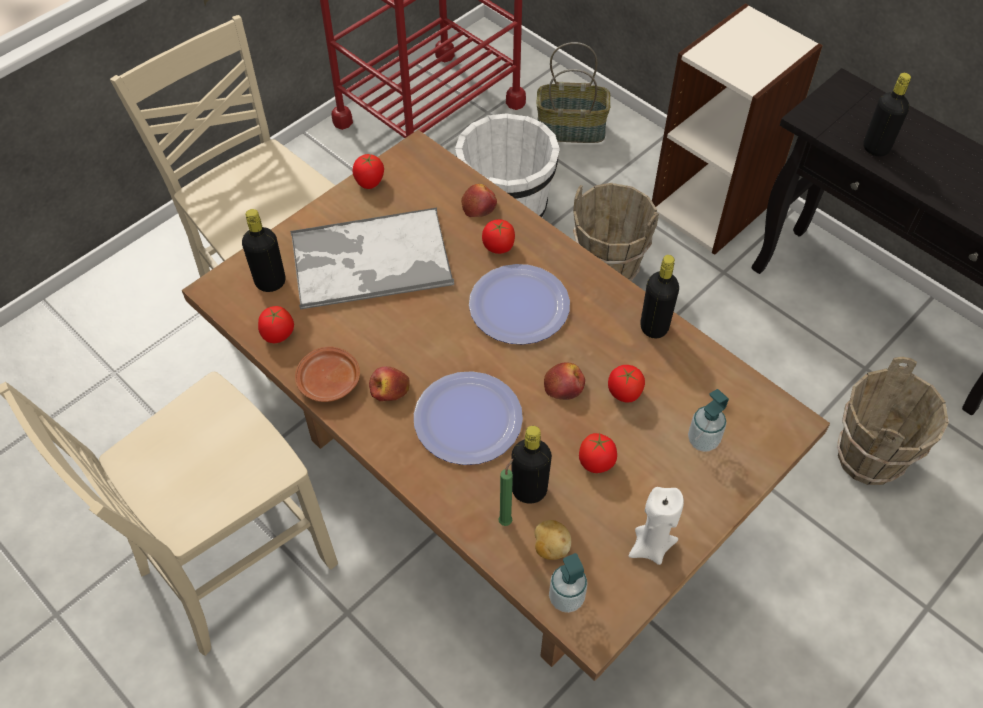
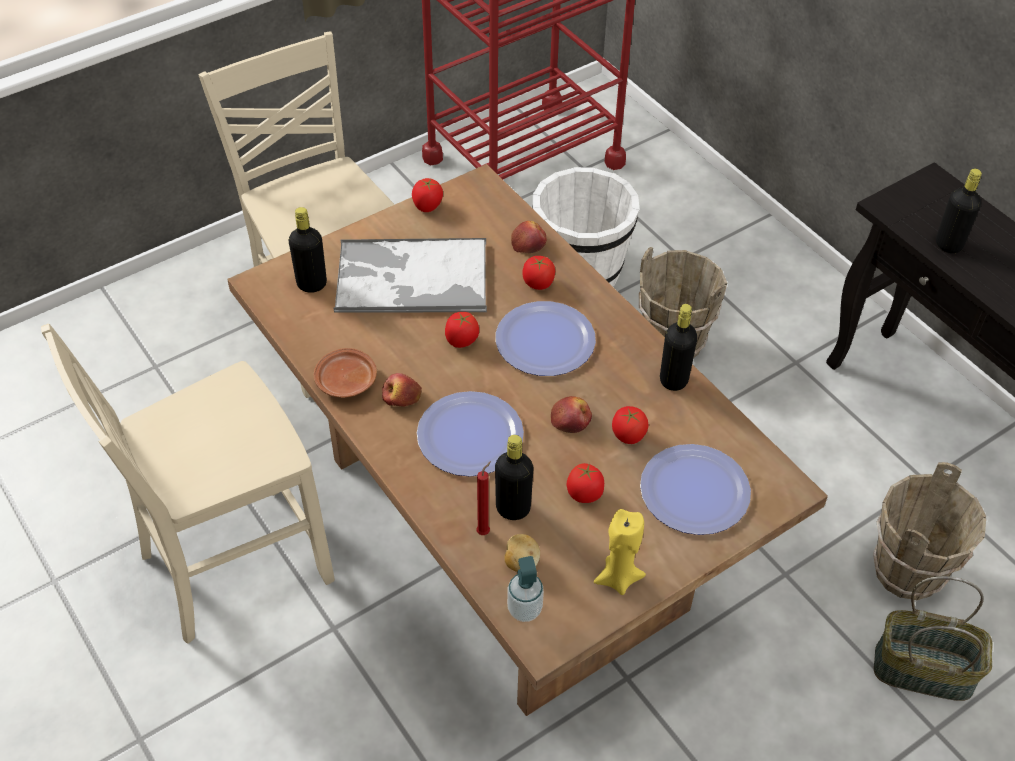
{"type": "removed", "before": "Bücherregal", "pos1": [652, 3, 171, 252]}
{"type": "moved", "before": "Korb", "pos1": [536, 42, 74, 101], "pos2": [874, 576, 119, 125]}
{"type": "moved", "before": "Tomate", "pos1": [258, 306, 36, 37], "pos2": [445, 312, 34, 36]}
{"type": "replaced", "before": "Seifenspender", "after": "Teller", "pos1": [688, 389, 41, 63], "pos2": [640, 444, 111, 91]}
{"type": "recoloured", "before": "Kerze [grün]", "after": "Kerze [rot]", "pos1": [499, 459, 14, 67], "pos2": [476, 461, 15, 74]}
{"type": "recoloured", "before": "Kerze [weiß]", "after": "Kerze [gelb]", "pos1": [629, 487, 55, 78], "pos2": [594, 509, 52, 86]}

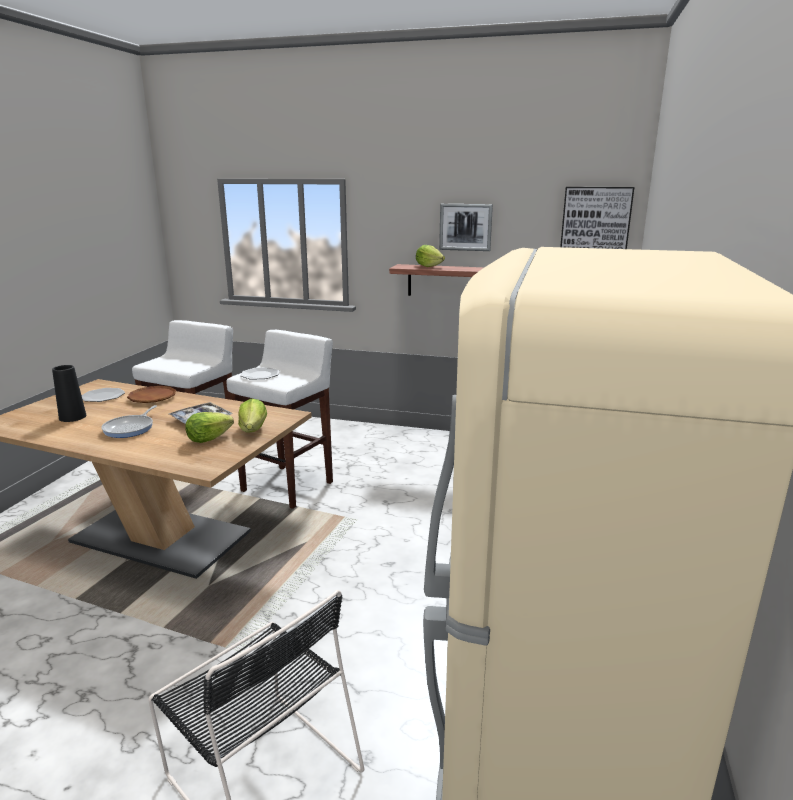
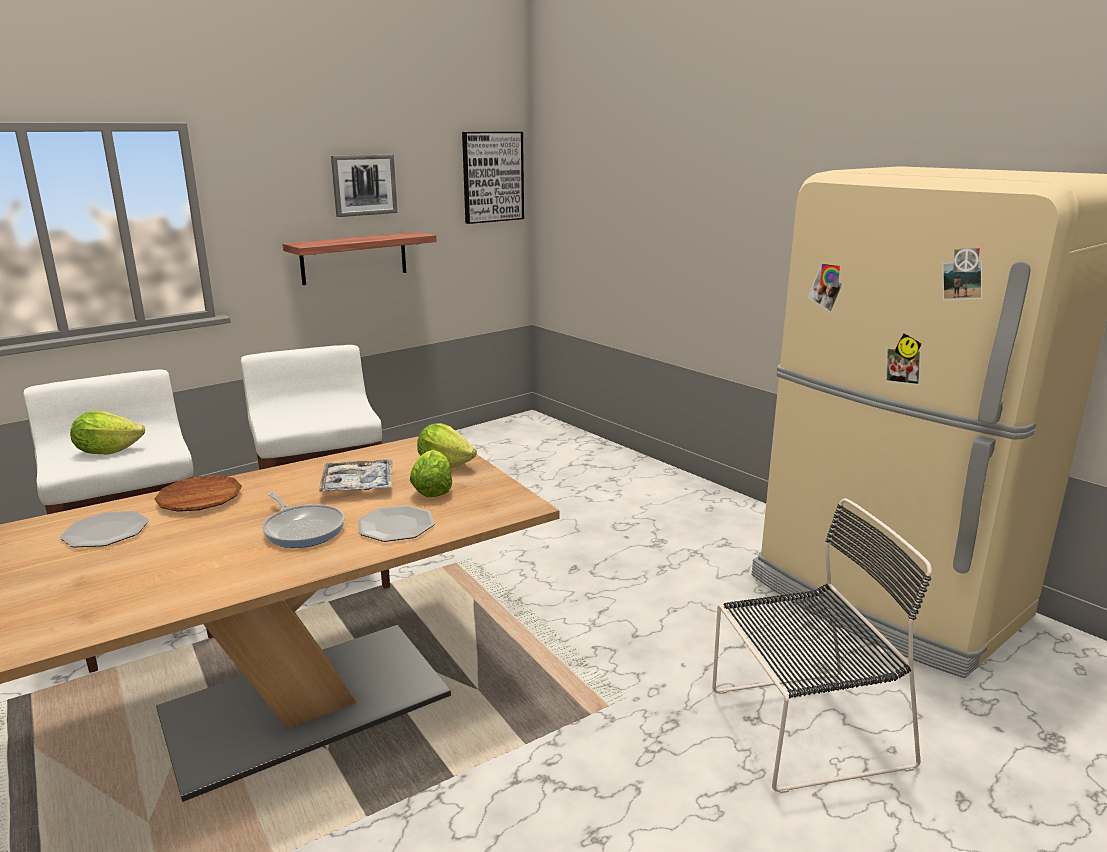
{"type": "moved", "before": "Salatkopf", "pos1": [416, 245, 29, 22], "pos2": [70, 411, 75, 44]}
{"type": "removed", "before": "Vase [schwarz]", "pos1": [52, 365, 34, 57]}
{"type": "moved", "before": "Teller", "pos1": [241, 367, 39, 13], "pos2": [358, 505, 77, 37]}

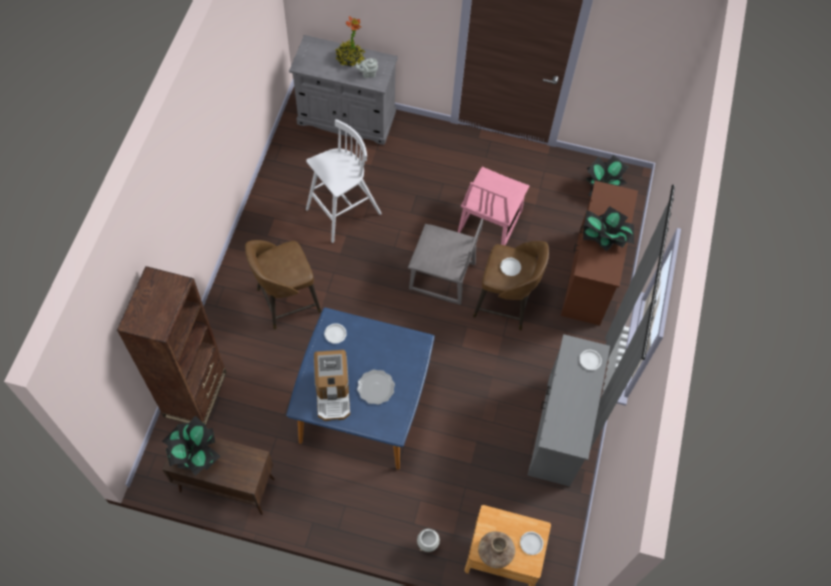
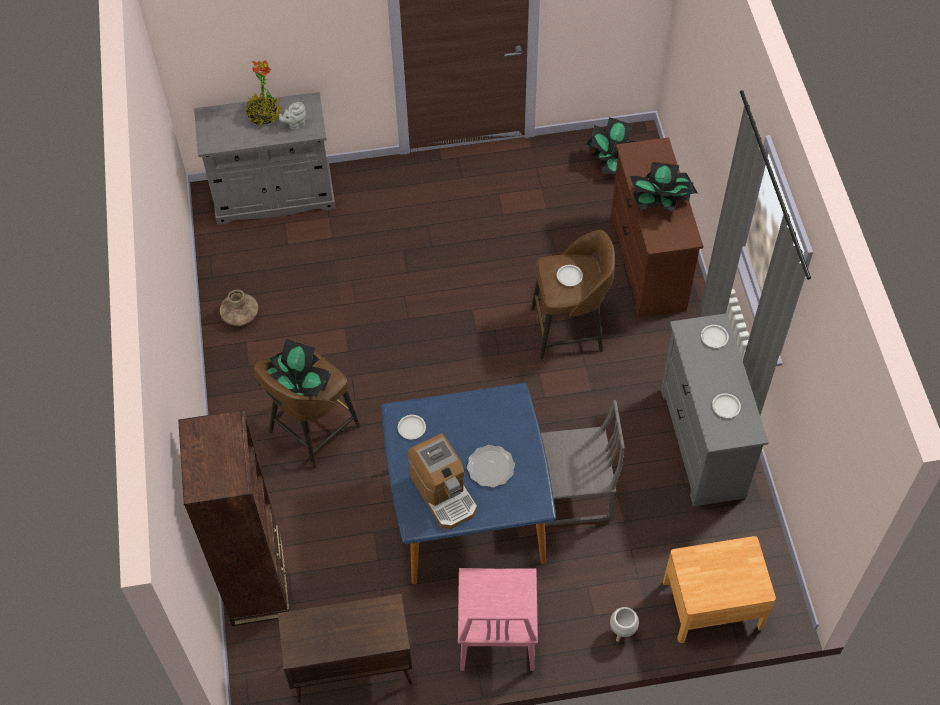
{"type": "removed", "before": "Hocker [weiß]", "pos1": [306, 119, 76, 124]}
{"type": "moved", "before": "Stuhl [rosa]", "pos1": [458, 167, 71, 78], "pos2": [458, 568, 80, 103]}
{"type": "moved", "before": "Stuhl [grau]", "pos1": [408, 219, 75, 86], "pos2": [541, 400, 84, 126]}
{"type": "moved", "before": "Topfpflanze", "pos1": [162, 416, 59, 60], "pos2": [258, 339, 73, 67]}
{"type": "moved", "before": "Vase [braun]", "pos1": [478, 532, 37, 36], "pos2": [220, 290, 38, 36]}
{"type": "moved", "before": "Teller [weiß]", "pos1": [520, 532, 23, 23], "pos2": [712, 393, 29, 25]}

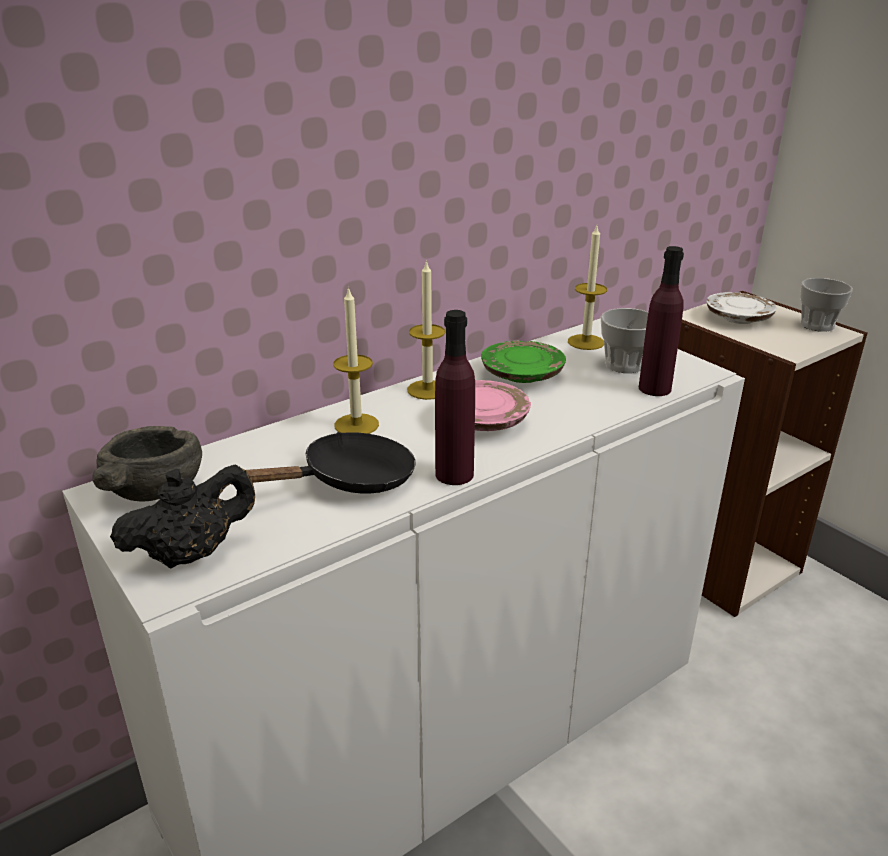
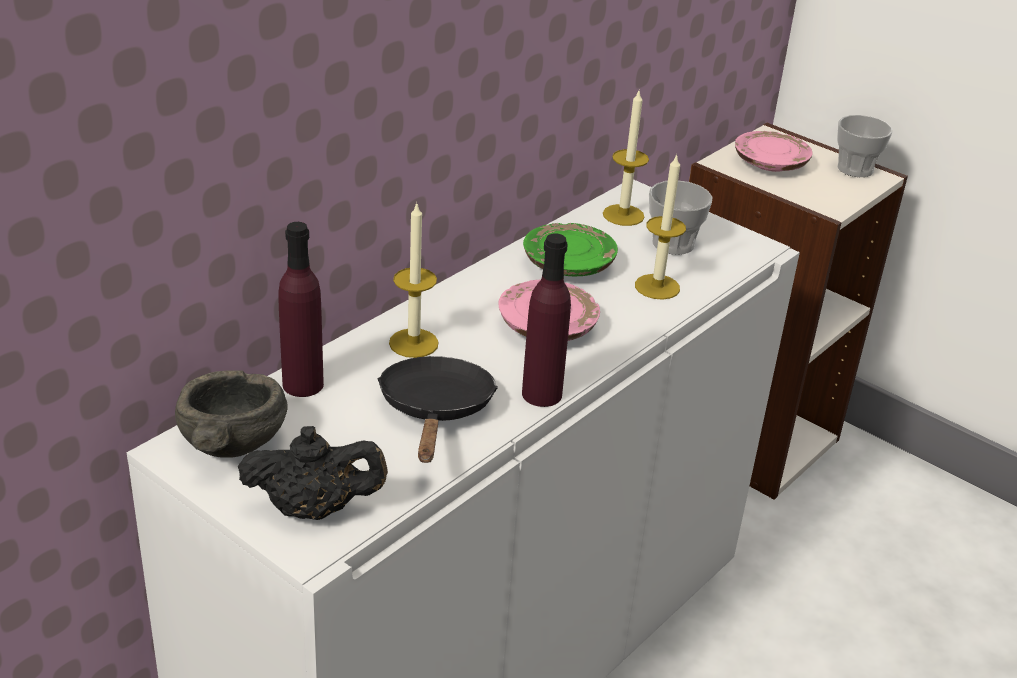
{"type": "moved", "before": "Flasche [lila]", "pos1": [639, 246, 45, 150], "pos2": [278, 222, 46, 175]}
{"type": "moved", "before": "Kerze", "pos1": [407, 260, 38, 140], "pos2": [635, 154, 51, 146]}
{"type": "recoloured", "before": "Teller [weiß]", "after": "Teller [rosa]", "pos1": [706, 292, 71, 32], "pos2": [735, 131, 78, 41]}
{"type": "turned", "before": "Pfanne [schwarz]", "pos1": [231, 432, 185, 61], "pos2": [377, 356, 121, 107], "turn": -45}
{"type": "turned", "before": "Teekanne [schwarz]", "pos1": [110, 465, 145, 104], "pos2": [238, 426, 150, 94], "turn": 45}

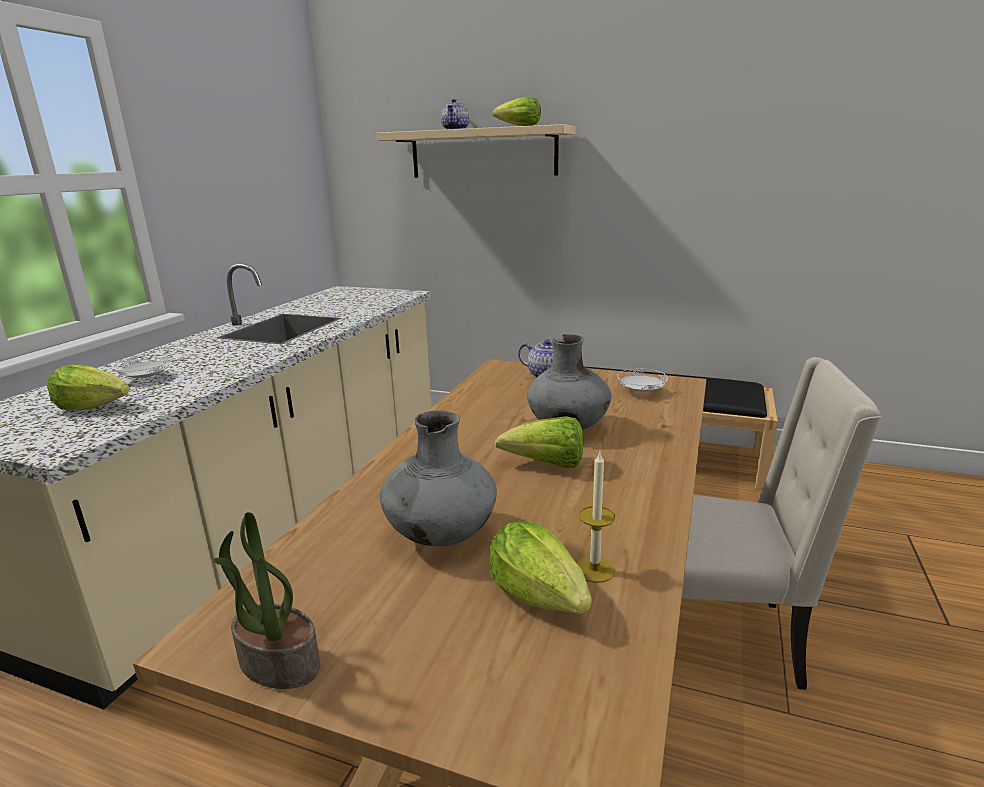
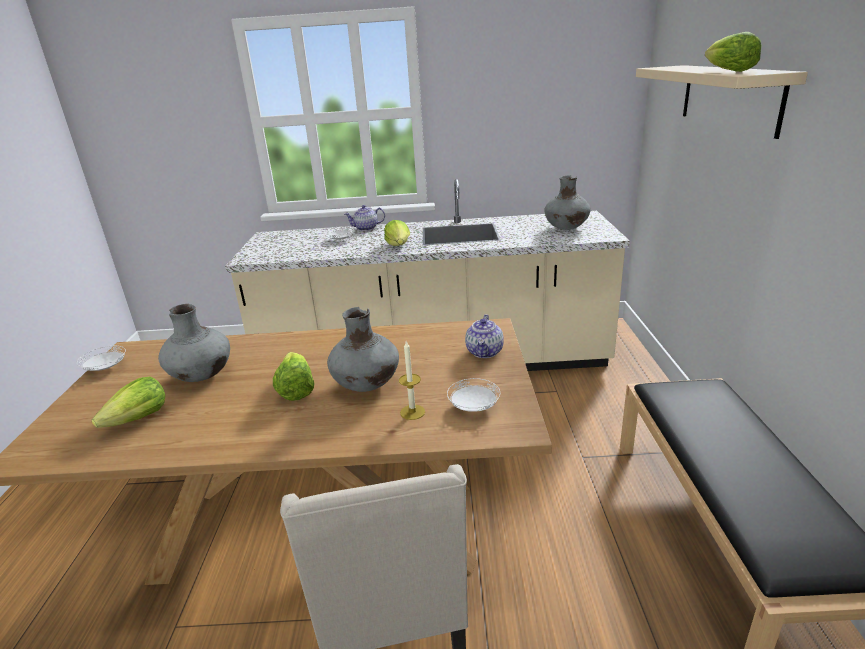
{"type": "moved", "before": "Teekanne", "pos1": [441, 99, 28, 30], "pos2": [345, 205, 40, 26]}
{"type": "moved", "before": "Salatkopf", "pos1": [47, 364, 83, 46], "pos2": [384, 220, 26, 26]}
{"type": "moved", "before": "Kerze", "pos1": [576, 452, 39, 131], "pos2": [399, 341, 26, 79]}
{"type": "replaced", "before": "Topfpflanze", "after": "Teller [weiß]", "pos1": [213, 512, 108, 177], "pos2": [77, 346, 49, 25]}
{"type": "added", "after": "Vase [grau]", "pos2": [544, 175, 47, 55]}

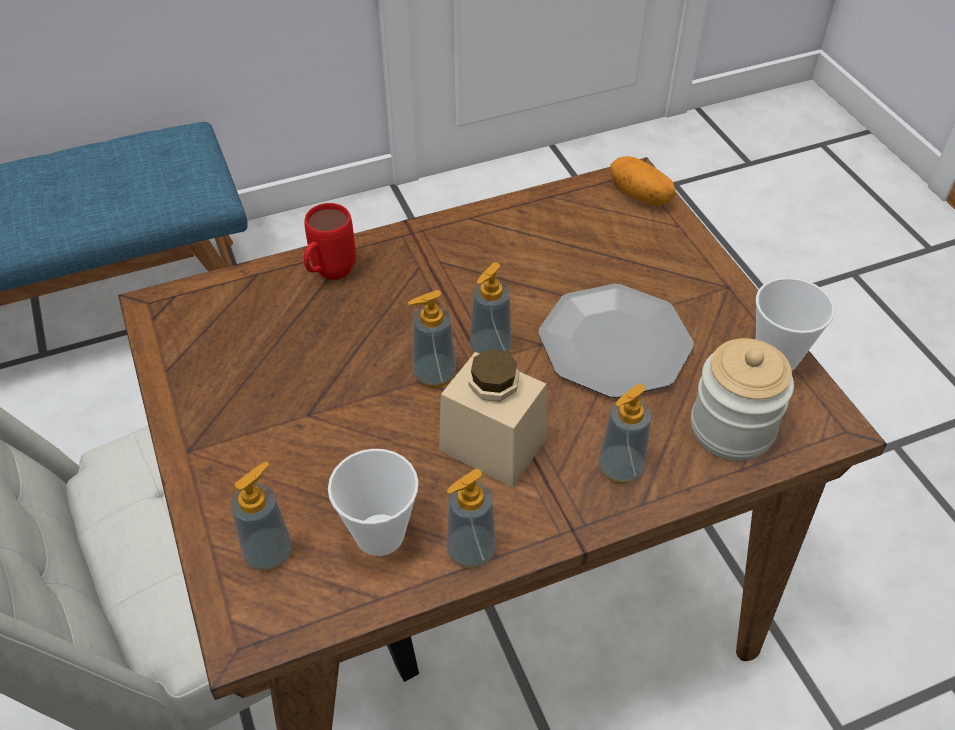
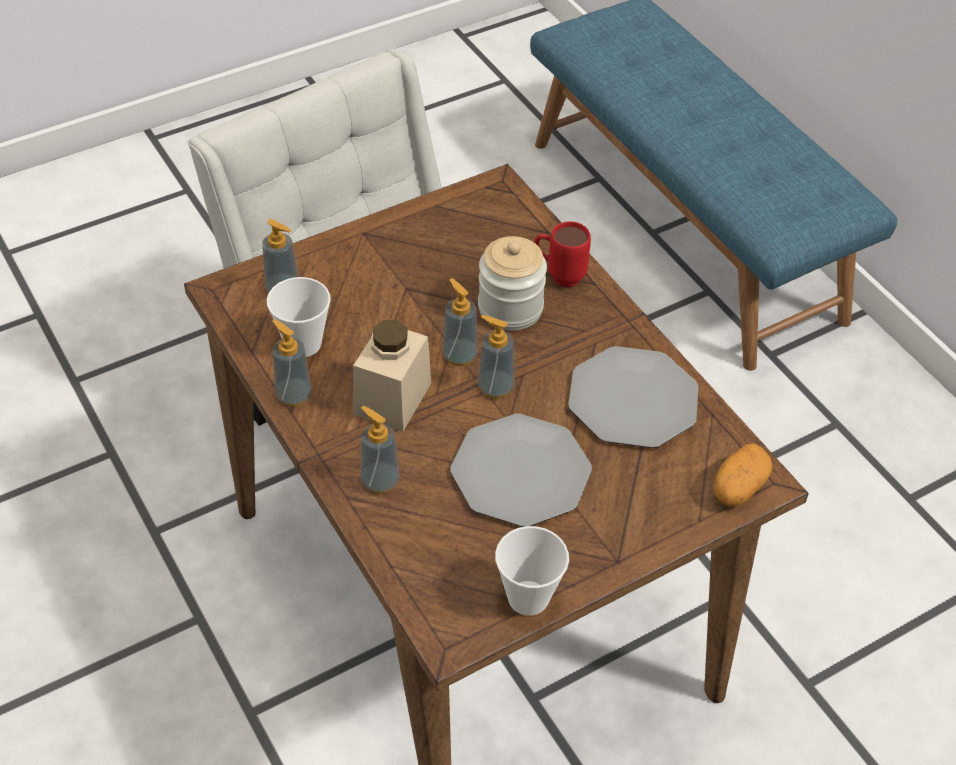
{"type": "moved", "before": "Vorratsglas", "pos1": [691, 338, 103, 123], "pos2": [478, 236, 69, 95]}
{"type": "added", "after": "Teller", "pos2": [568, 346, 130, 102]}

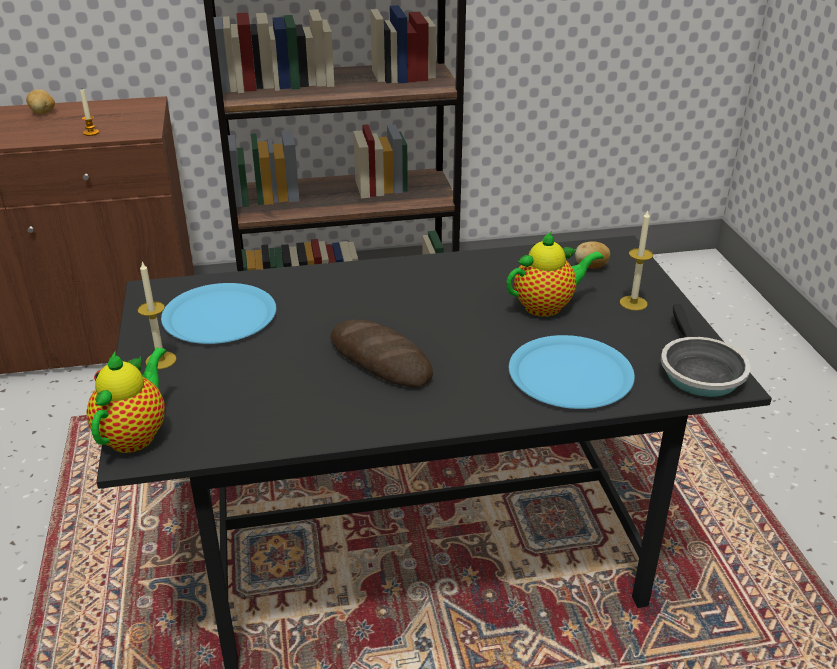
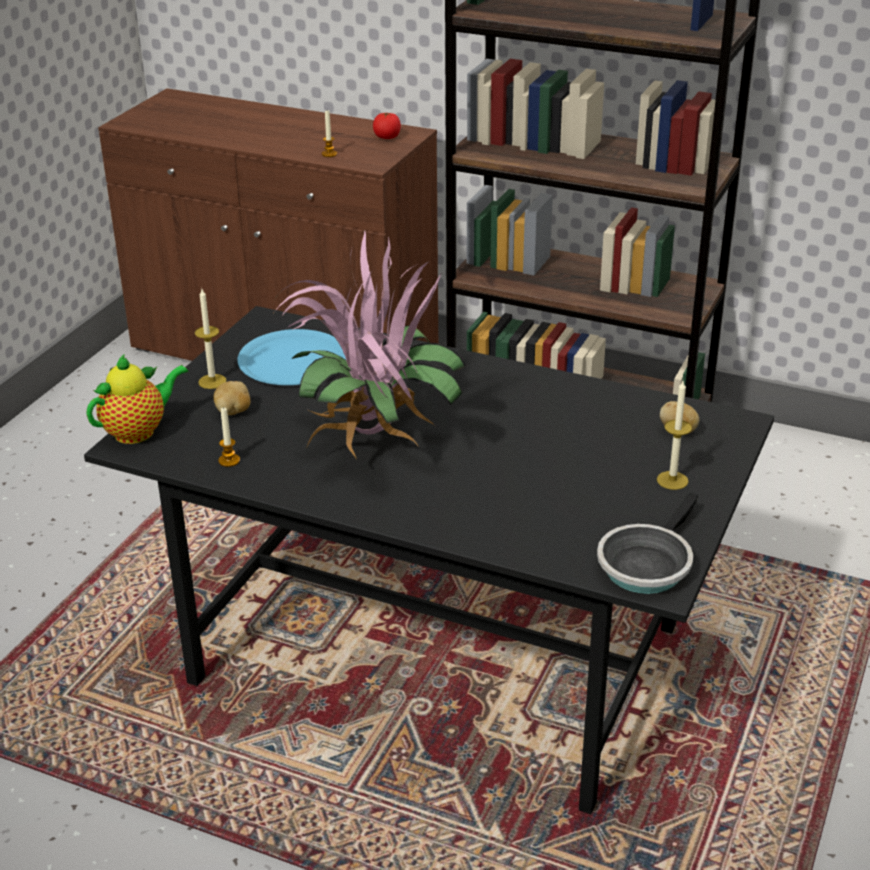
{"type": "moved", "before": "Kartoffel", "pos1": [26, 90, 29, 25], "pos2": [213, 381, 37, 34]}
{"type": "removed", "before": "Teekanne", "pos1": [506, 231, 98, 86]}
{"type": "replaced", "before": "Brot", "after": "Topfpflanze", "pos1": [330, 320, 103, 67], "pos2": [275, 231, 191, 227]}
{"type": "removed", "before": "Teller [blau]", "pos1": [509, 335, 126, 74]}
{"type": "added", "after": "Tomate", "pos2": [373, 112, 28, 27]}
{"type": "added", "after": "Kerze", "pos2": [218, 407, 22, 60]}

